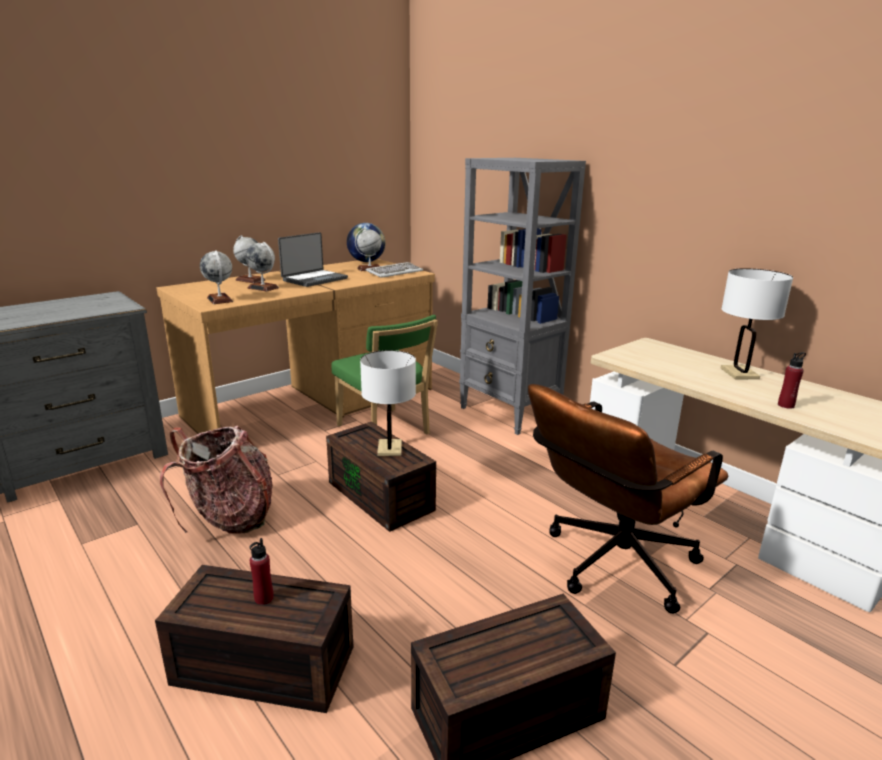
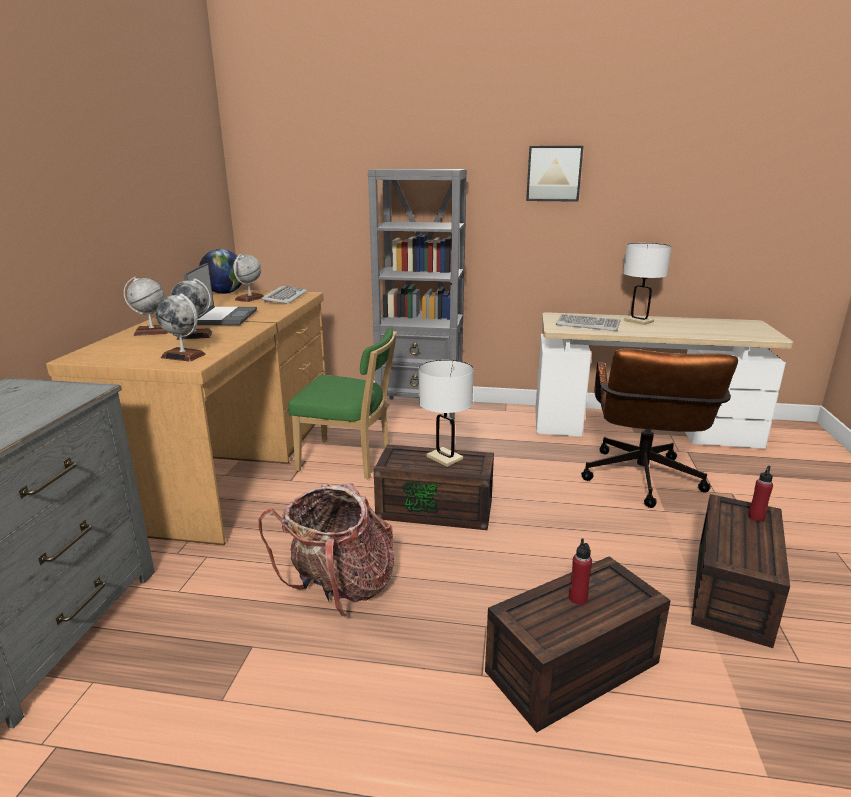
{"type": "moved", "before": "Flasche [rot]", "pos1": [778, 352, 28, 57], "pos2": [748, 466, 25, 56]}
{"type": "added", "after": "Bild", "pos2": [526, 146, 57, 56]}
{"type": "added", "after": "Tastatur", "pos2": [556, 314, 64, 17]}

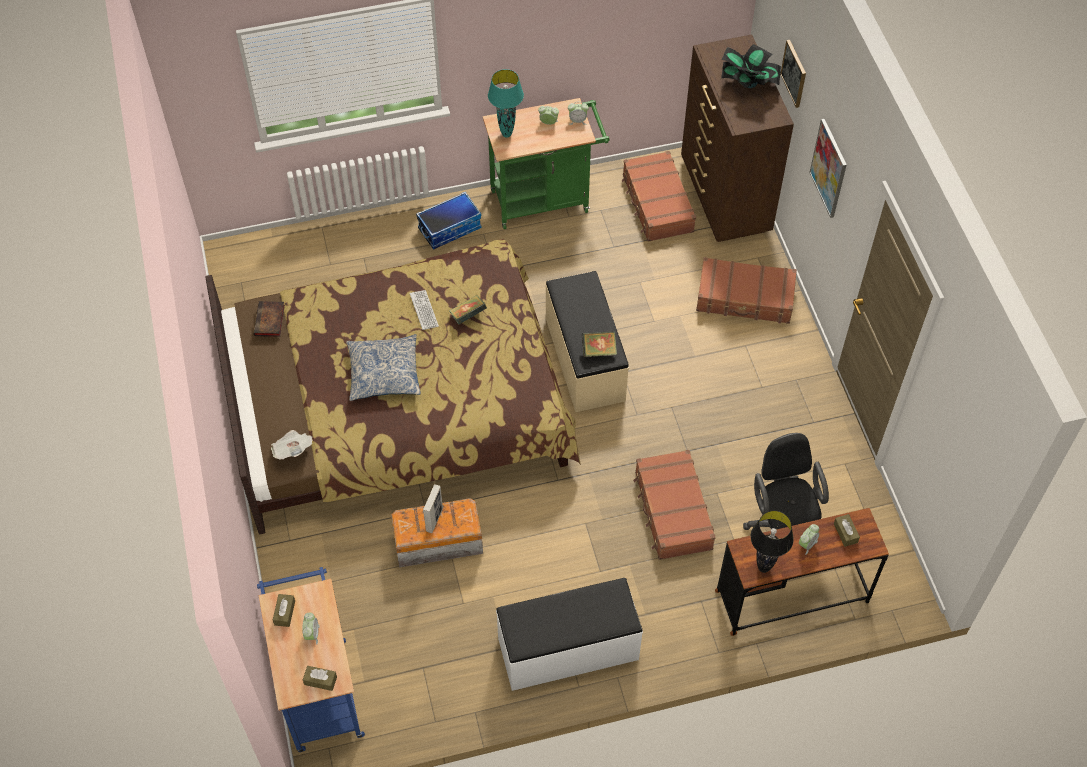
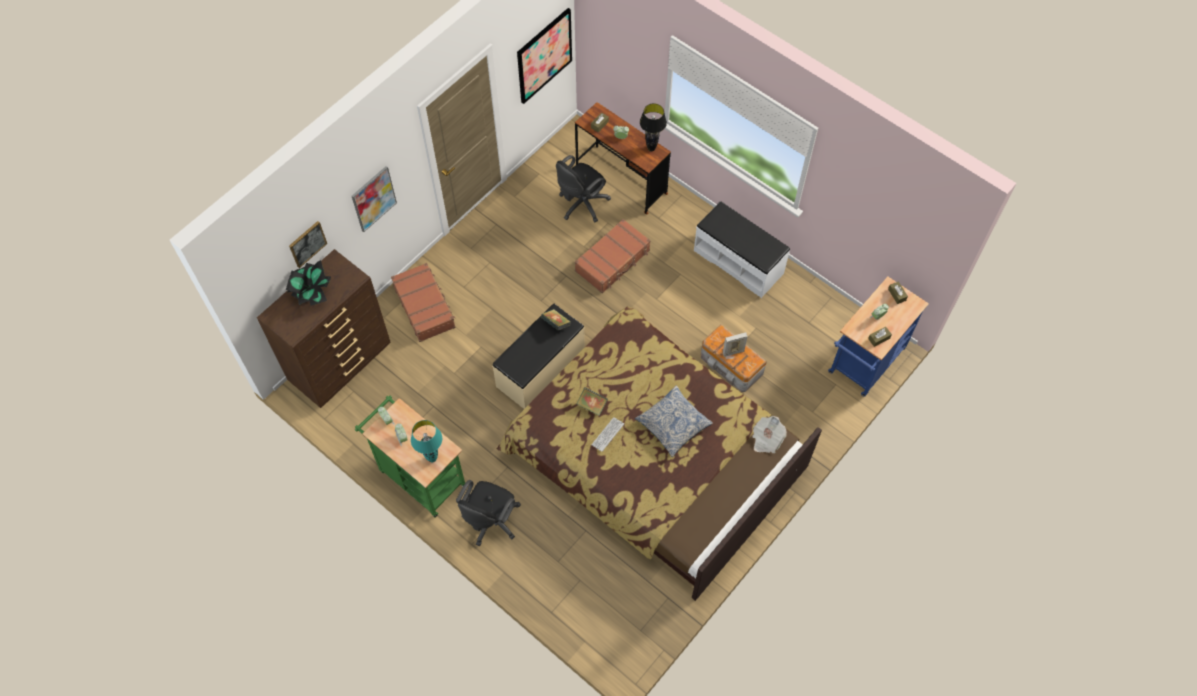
{"type": "removed", "before": "Koffer [braun]", "pos1": [622, 151, 74, 91]}
{"type": "replaced", "before": "Aufbewahrungsbox", "after": "Bürostuhl [schwarz]", "pos1": [416, 192, 66, 58], "pos2": [456, 480, 65, 66]}
{"type": "removed", "before": "Buch", "pos1": [254, 301, 31, 36]}
{"type": "added", "after": "Bild", "pos2": [517, 8, 55, 96]}

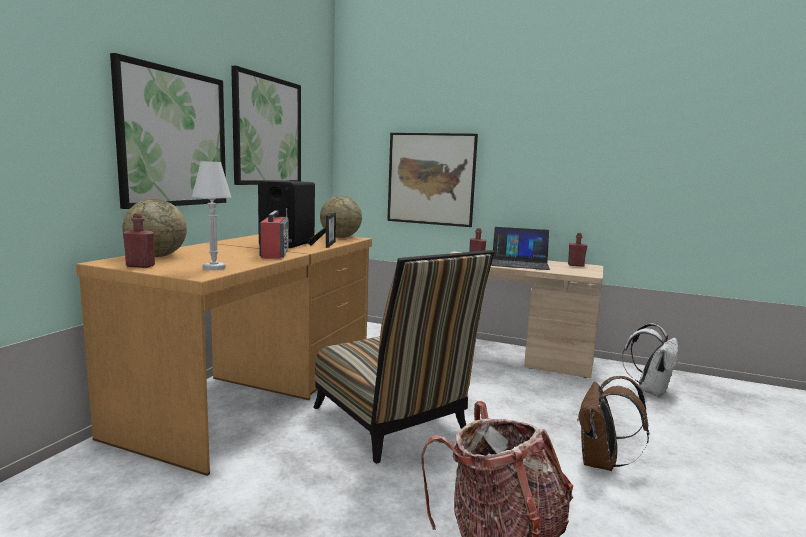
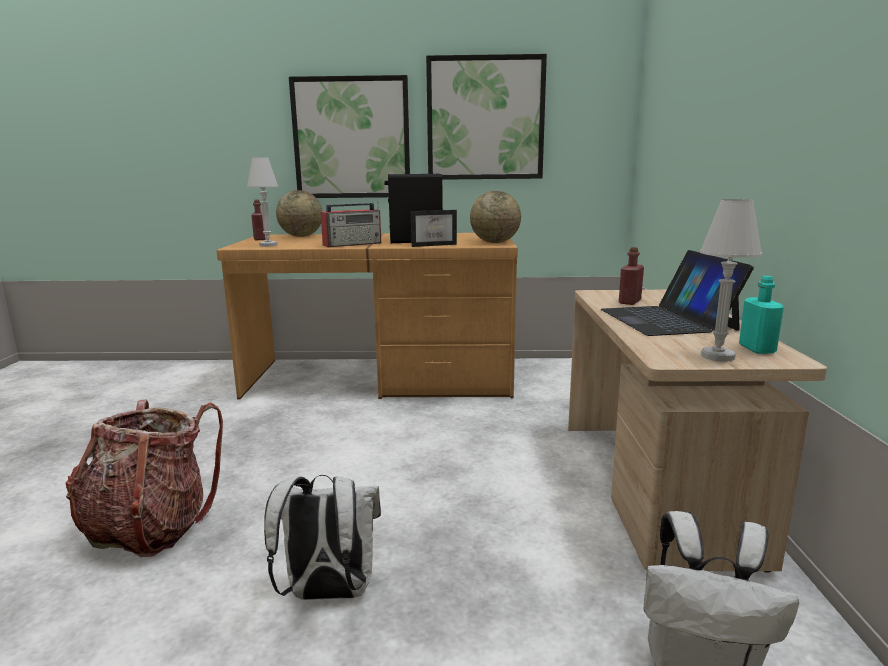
{"type": "removed", "before": "Bild", "pos1": [387, 133, 91, 94]}
{"type": "recoloured", "before": "Flasche [rot]", "after": "Flasche [türkis]", "pos1": [568, 233, 19, 34], "pos2": [739, 276, 45, 78]}
{"type": "removed", "before": "Stuhl", "pos1": [314, 250, 180, 214]}
{"type": "recoloured", "before": "Rucksack [braun]", "after": "Rucksack [weiß]", "pos1": [578, 376, 71, 95], "pos2": [264, 475, 117, 125]}
{"type": "added", "after": "Tischlampe [weiß]", "pos2": [700, 199, 62, 163]}

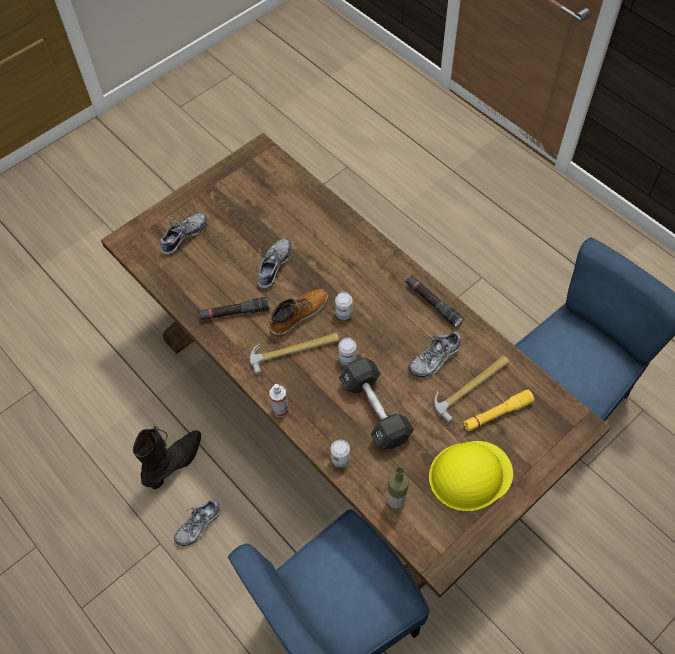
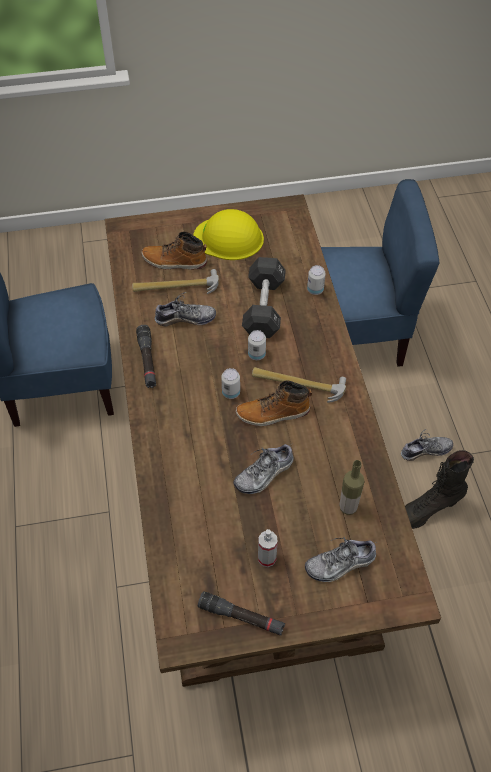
{"type": "moved", "before": "Taschenlampe [schwarz]", "pos1": [199, 297, 70, 23], "pos2": [198, 591, 87, 45]}
{"type": "moved", "before": "Sprühflasche", "pos1": [269, 384, 20, 33], "pos2": [258, 529, 20, 38]}
{"type": "replaced", "before": "Taschenlampe [gelb]", "after": "Stiefel", "pos1": [463, 389, 71, 42], "pos2": [142, 232, 65, 38]}
{"type": "moved", "before": "Flasche", "pos1": [387, 467, 22, 42], "pos2": [339, 460, 26, 55]}

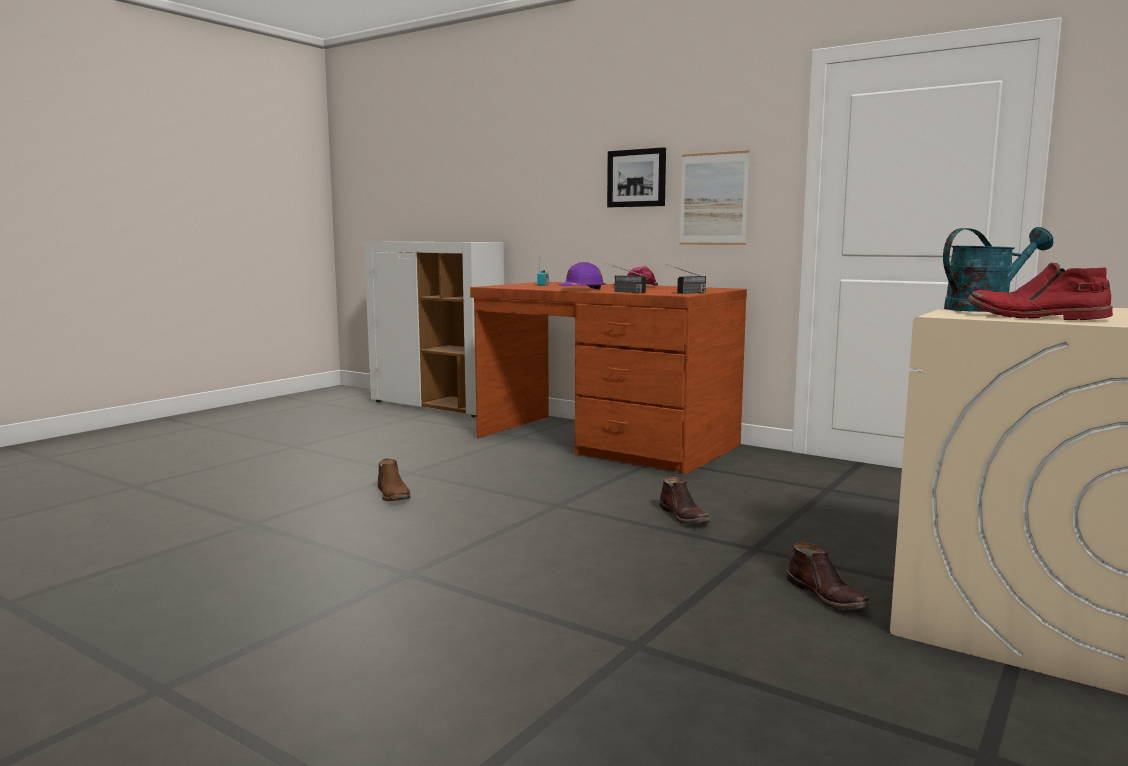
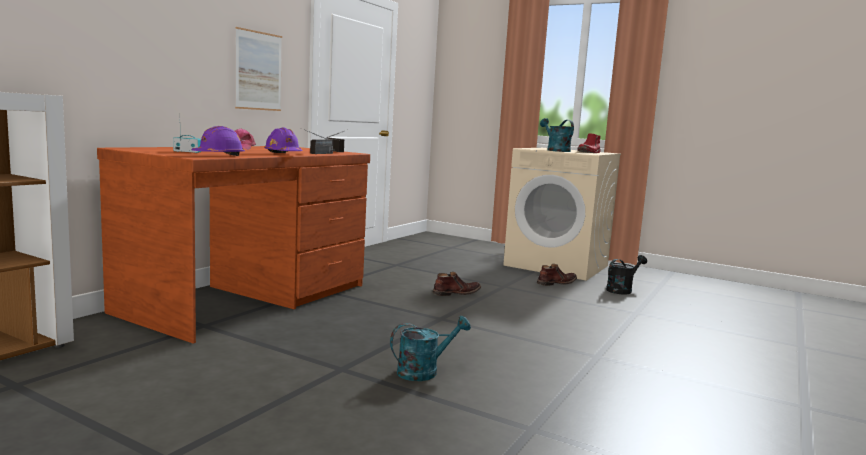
{"type": "removed", "before": "Bild", "pos1": [607, 147, 59, 60]}
{"type": "replaced", "before": "Stiefel [braun]", "after": "Gießkanne [türkis]", "pos1": [378, 458, 33, 43], "pos2": [390, 316, 81, 65]}
{"type": "added", "after": "Schutzhelm [lila]", "pos2": [192, 126, 53, 30]}
{"type": "added", "after": "Gießkanne [schwarz]", "pos2": [606, 255, 41, 39]}

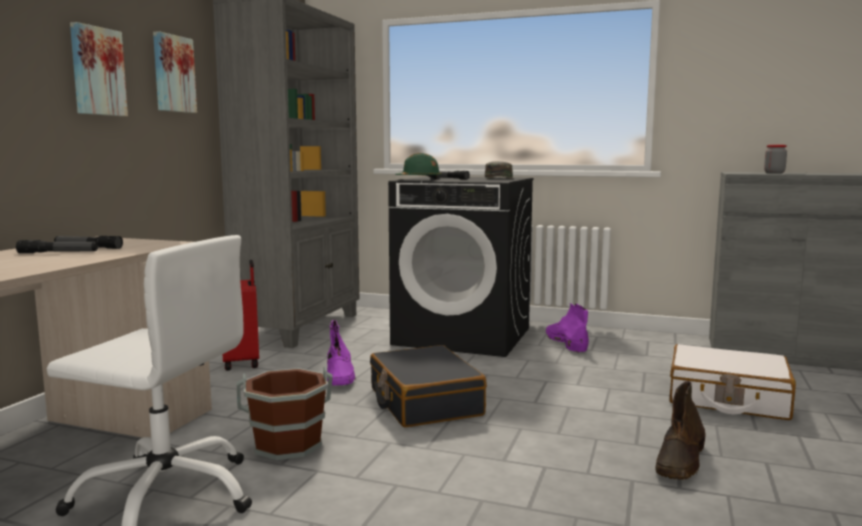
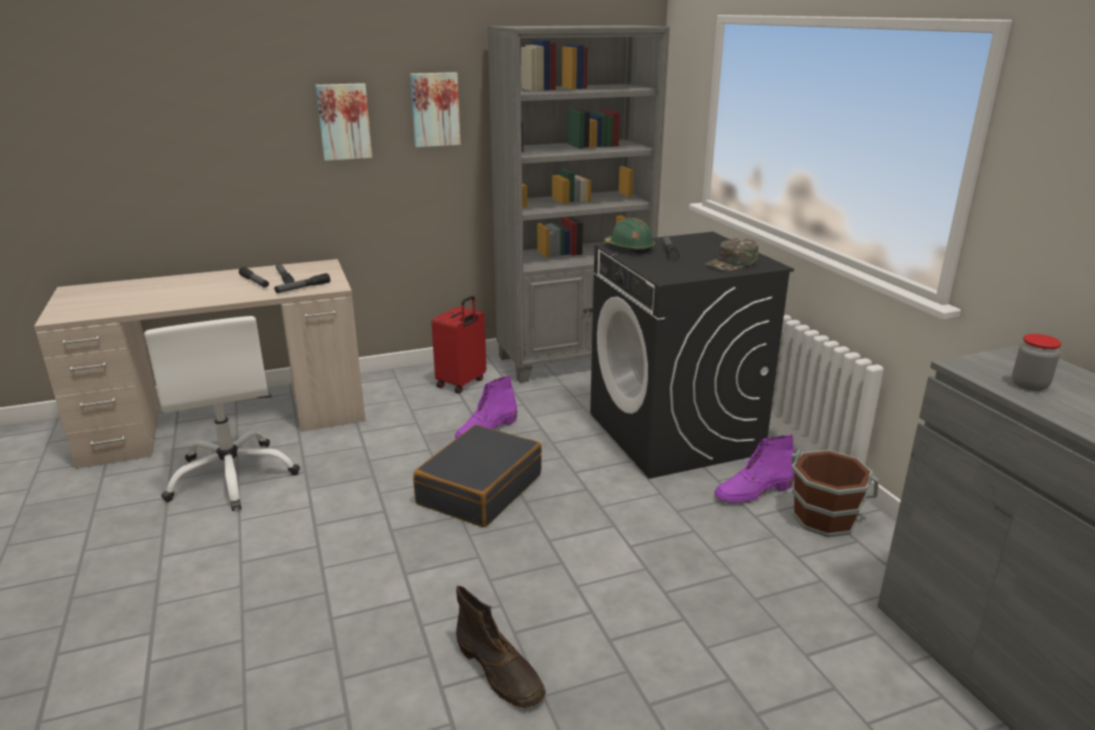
{"type": "turned", "before": "Stiefel [lila]", "pos1": [546, 304, 43, 49], "pos2": [715, 435, 79, 68], "turn": -150}
{"type": "removed", "before": "Koffer [weiß]", "pos1": [669, 344, 127, 76]}
{"type": "moved", "before": "Eimer [braun]", "pos1": [236, 366, 97, 94], "pos2": [791, 449, 88, 89]}
{"type": "turned", "before": "Stiefel [braun]", "pos1": [655, 381, 51, 99], "pos2": [456, 586, 90, 122], "turn": -120}
{"type": "added", "after": "Taschenlampe", "pos2": [274, 273, 56, 20]}

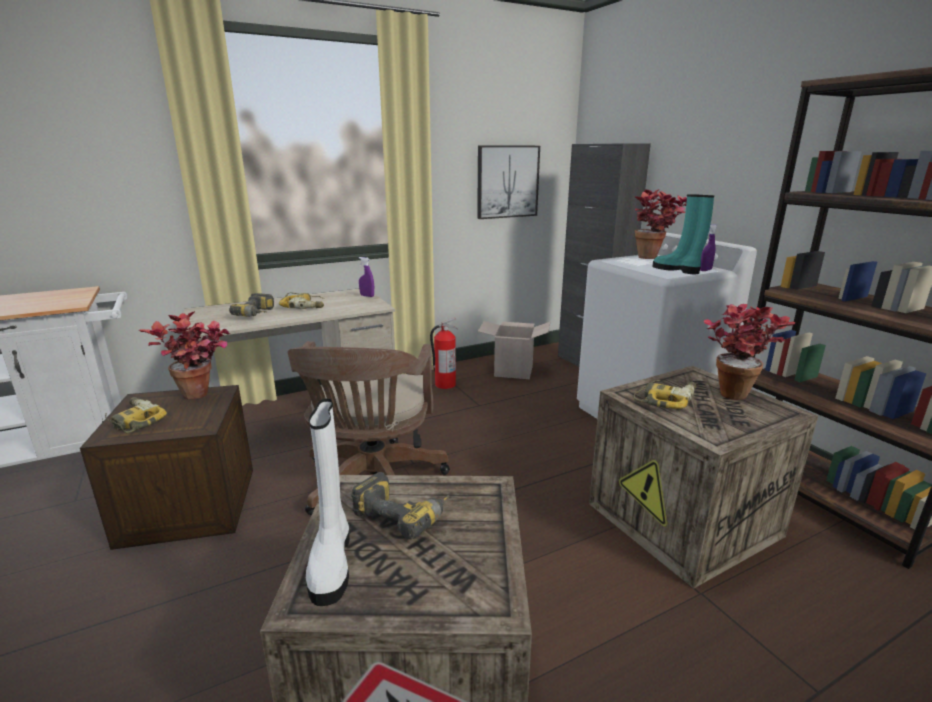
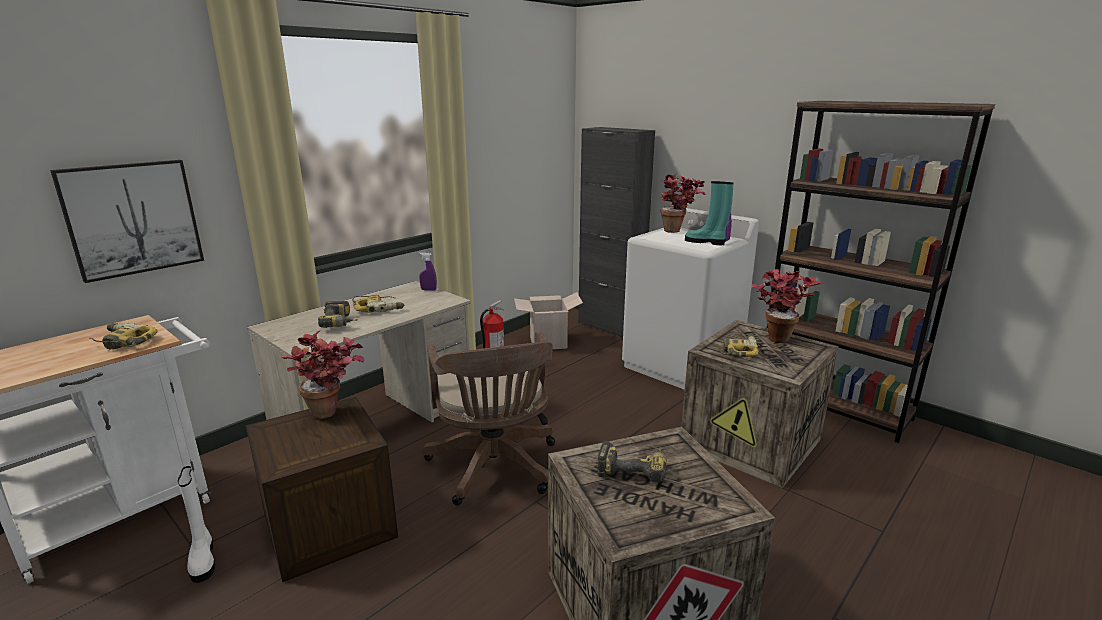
{"type": "moved", "before": "Bild", "pos1": [477, 145, 63, 74], "pos2": [50, 160, 154, 123]}
{"type": "moved", "before": "Bohrmaschine", "pos1": [105, 397, 62, 36], "pos2": [89, 323, 69, 27]}
{"type": "moved", "before": "Stiefel [weiß]", "pos1": [306, 399, 43, 207], "pos2": [178, 466, 37, 117]}

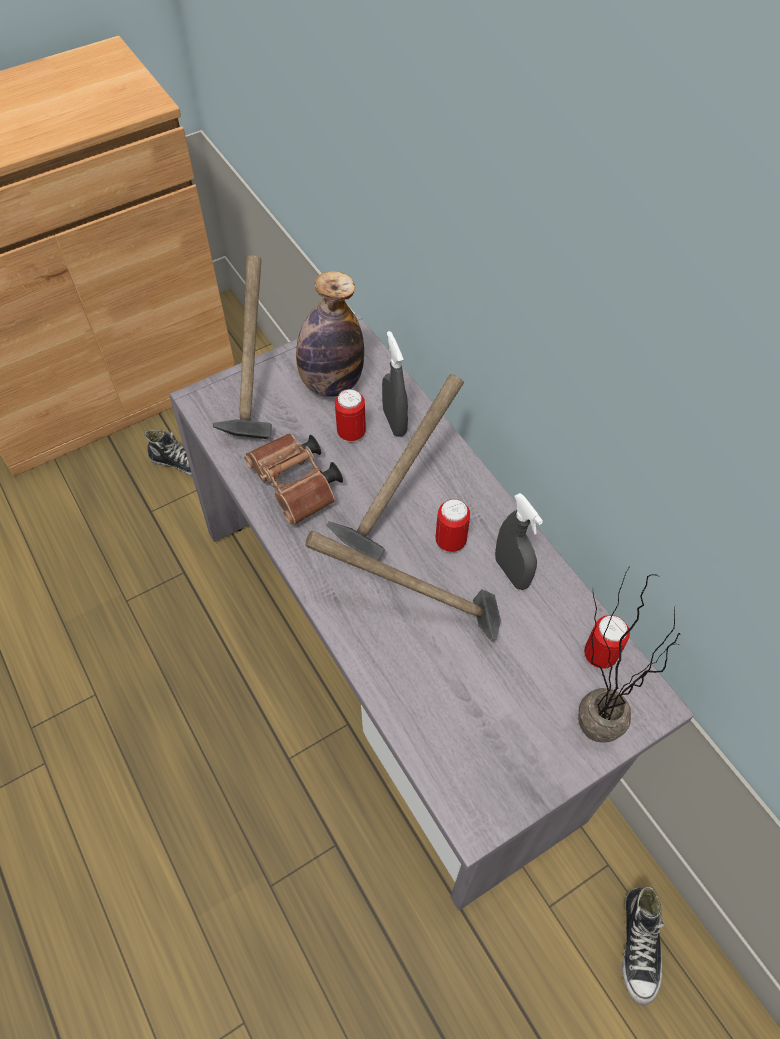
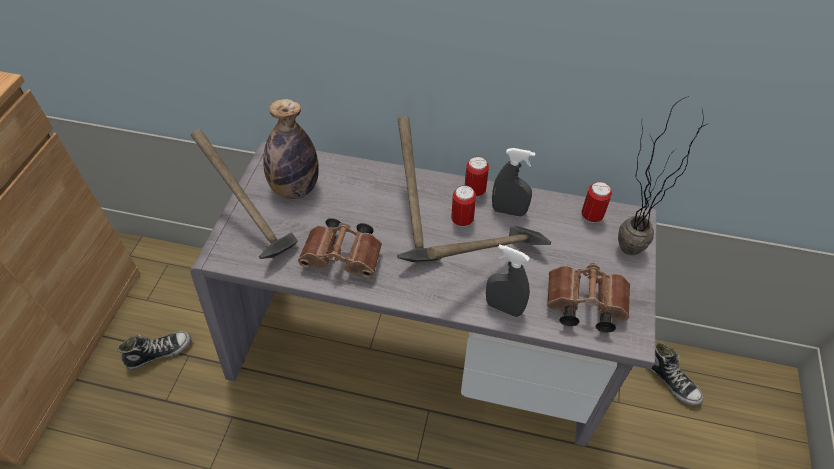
{"type": "moved", "before": "Sprühflasche [grau]", "pos1": [382, 331, 26, 106], "pos2": [486, 244, 44, 73]}
{"type": "moved", "before": "Dose", "pos1": [335, 389, 31, 53], "pos2": [465, 156, 24, 42]}
{"type": "added", "after": "Fernglas [braun]", "pos2": [547, 263, 83, 69]}

